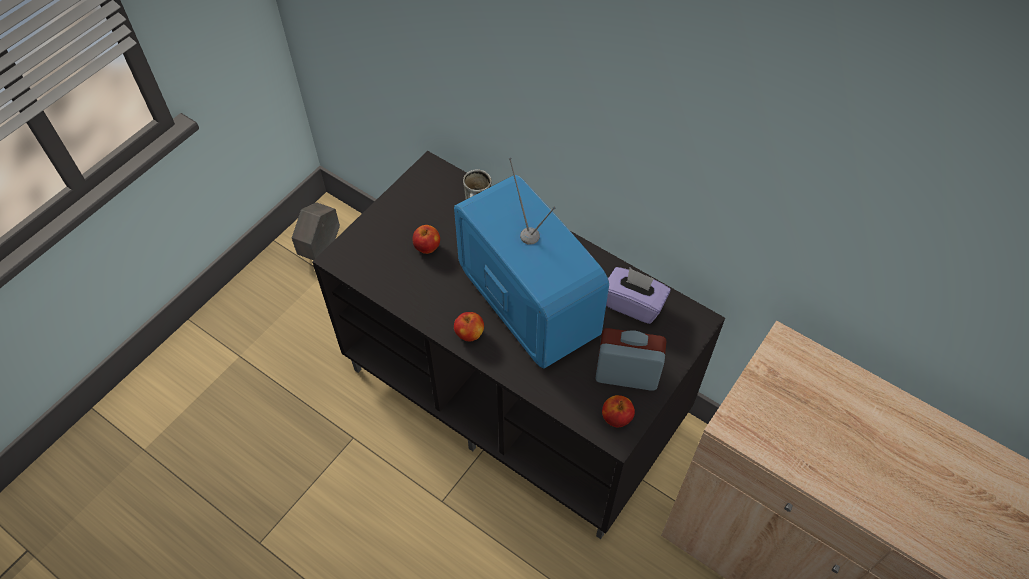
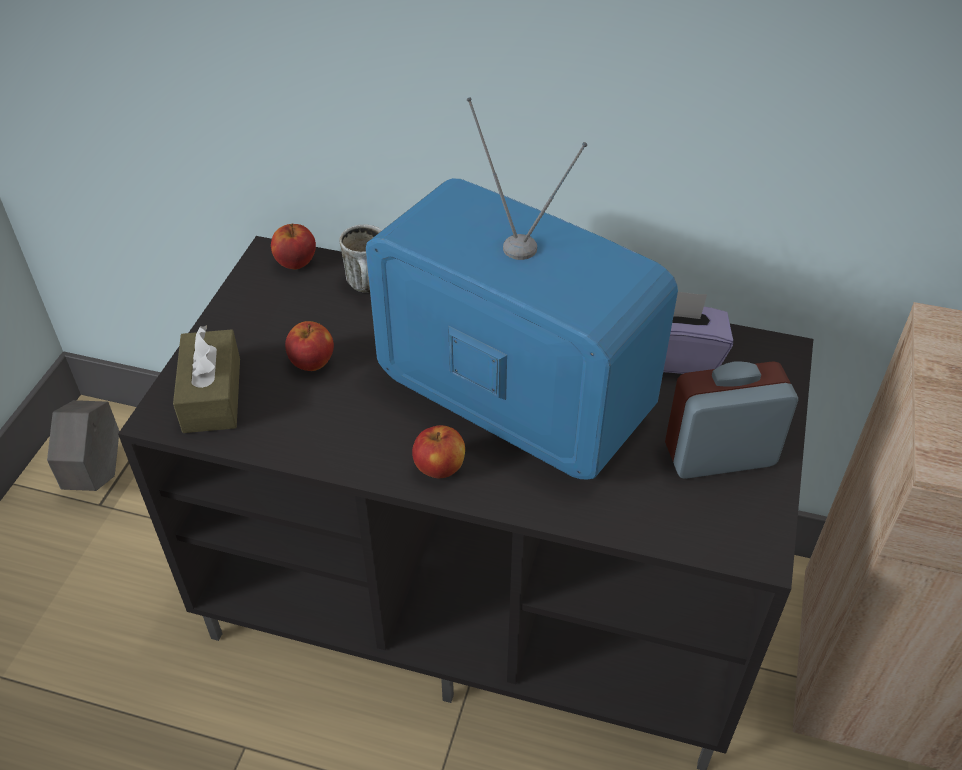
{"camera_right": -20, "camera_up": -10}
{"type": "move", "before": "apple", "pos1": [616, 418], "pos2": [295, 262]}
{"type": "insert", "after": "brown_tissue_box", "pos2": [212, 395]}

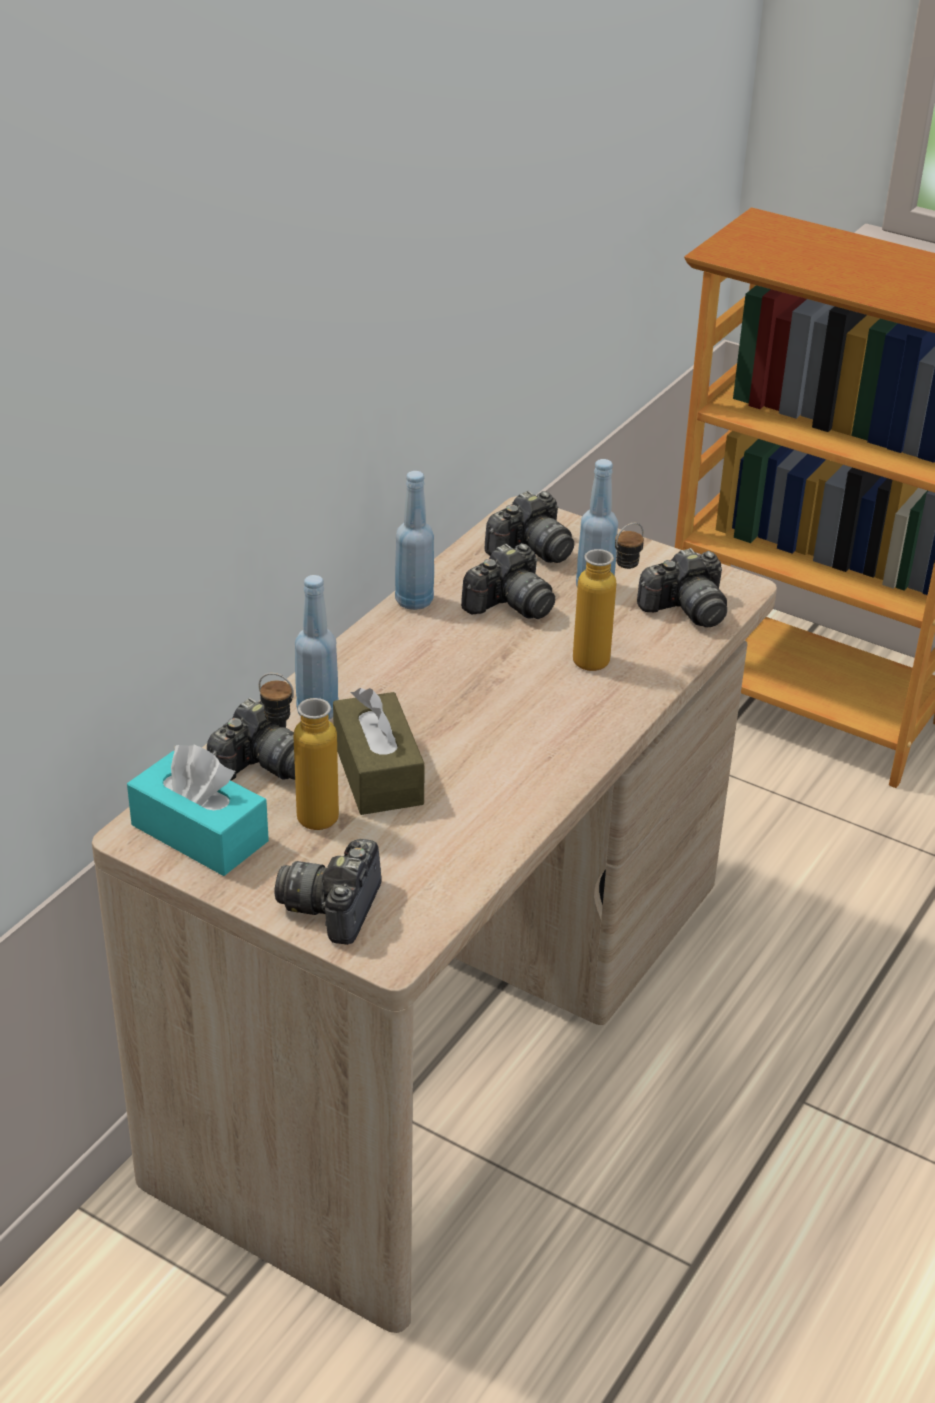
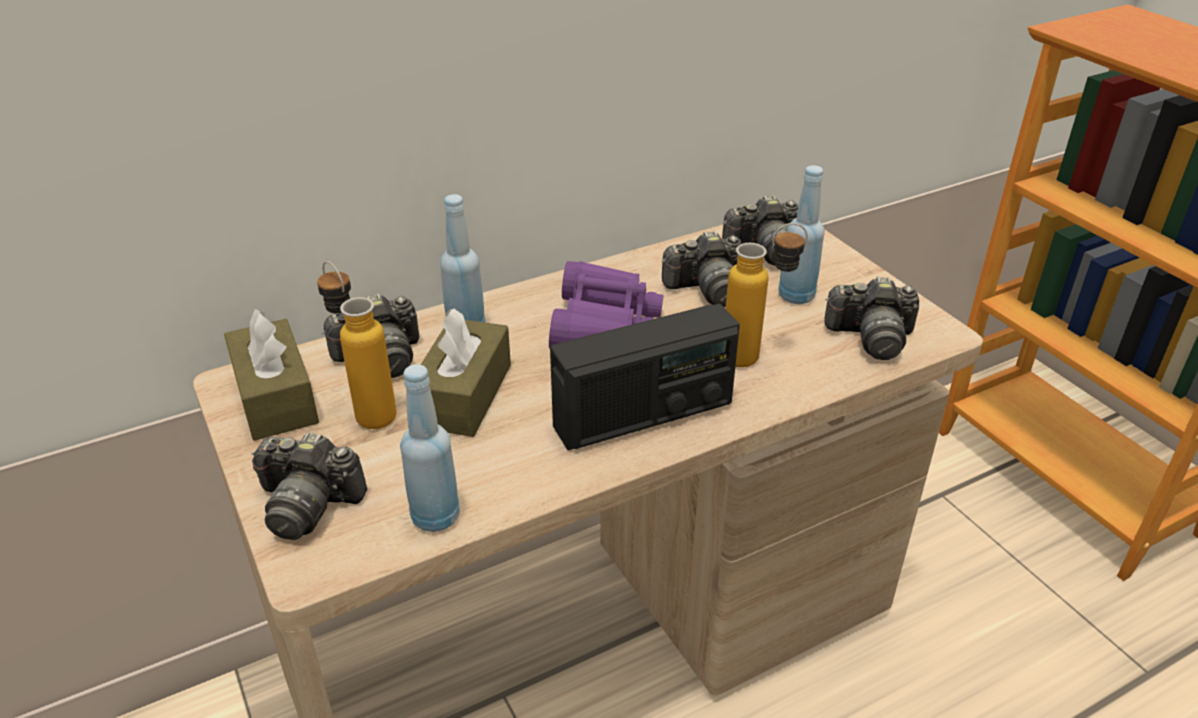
{"camera_right": 30, "camera_up": 0}
{"type": "move", "before": "blue_bottle", "pos1": [414, 601], "pos2": [436, 517]}
{"type": "recolor", "before": "turquoise_tissue_box", "after": "brown_tissue_box", "pos1": [199, 833], "pos2": [275, 397]}
{"type": "rotate", "before": "photo_camera", "pos1": [334, 907], "pos2": [308, 504], "turn": -120}
{"type": "insert", "after": "purple_binoculars", "pos2": [605, 326]}
{"type": "insert", "after": "radio", "pos2": [644, 415]}

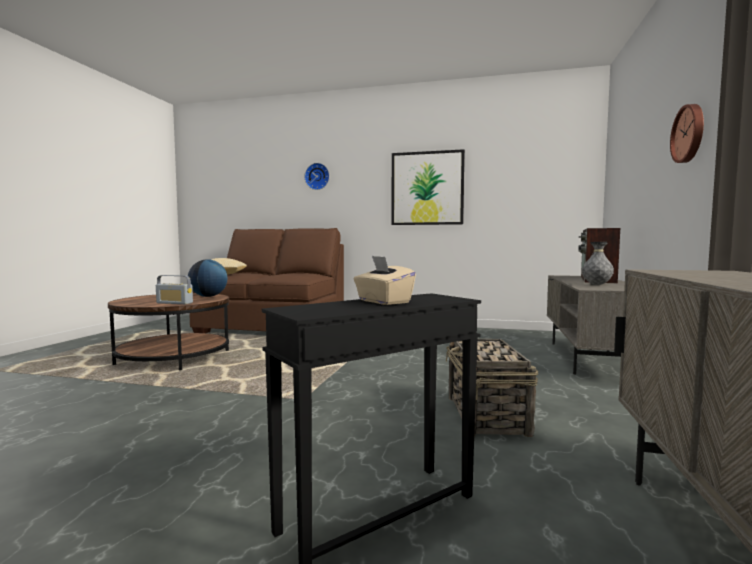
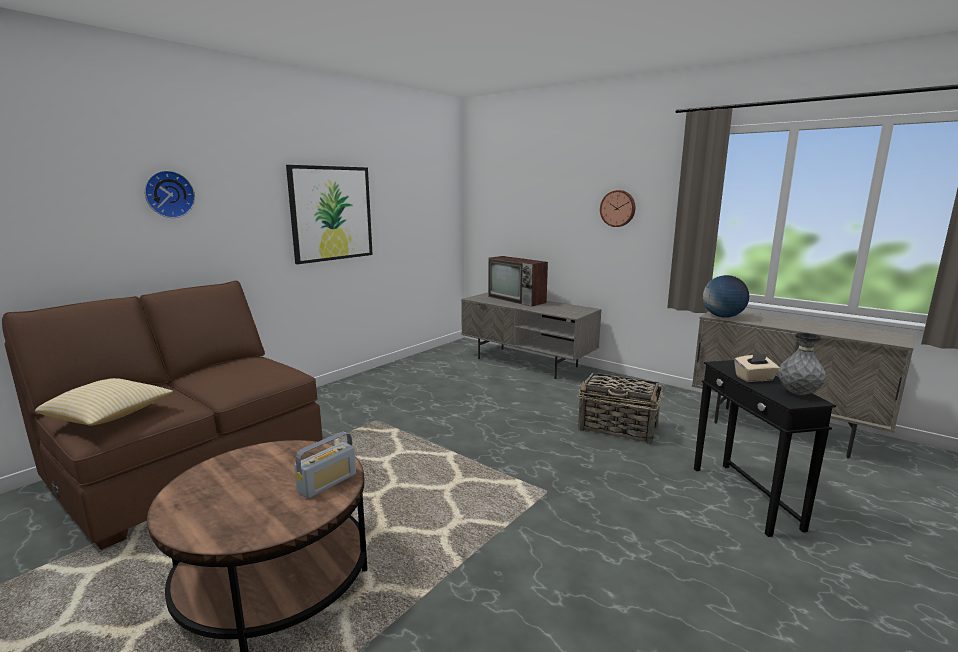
{"camera_right": -65, "camera_up": 10}
{"type": "move", "before": "grey_vase", "pos1": [597, 285], "pos2": [798, 393]}
{"type": "move", "before": "globe", "pos1": [208, 296], "pos2": [723, 316]}

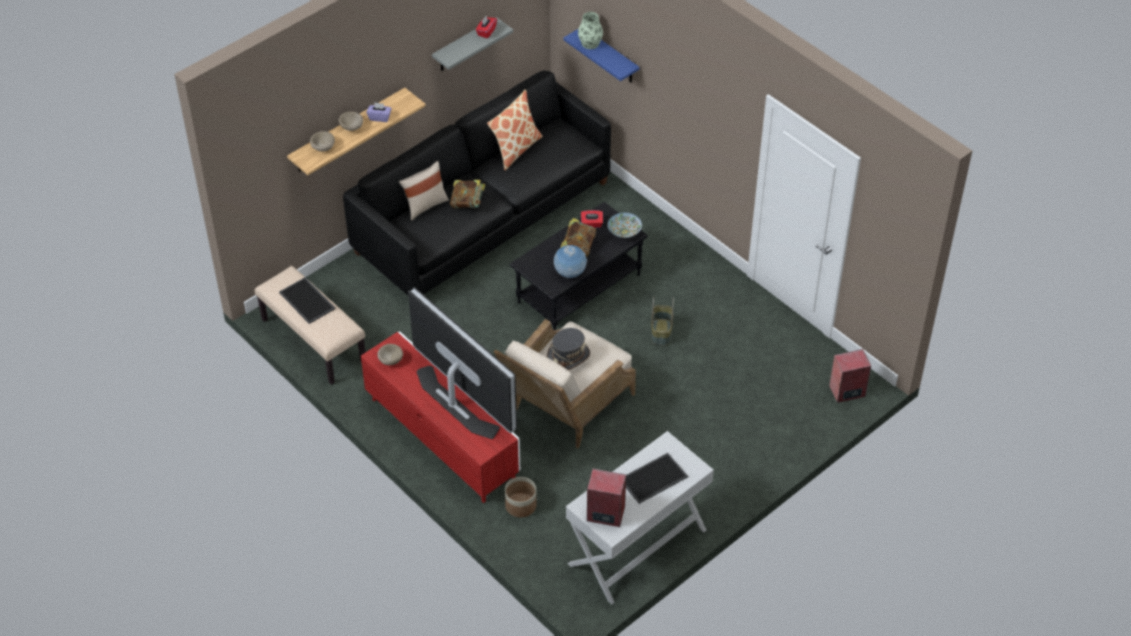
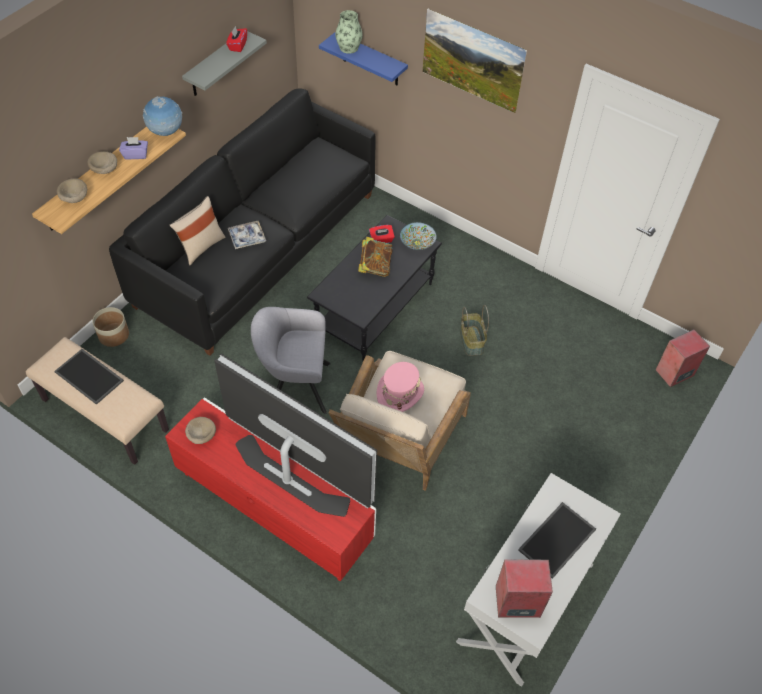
{"camera_right": -15, "camera_up": 5}
{"type": "delete", "before": "pillow", "pos1": [515, 149]}
{"type": "replace", "before": "book", "after": "tray", "pos1": [468, 203], "pos2": [247, 238]}
{"type": "move", "before": "globe", "pos1": [570, 273], "pos2": [166, 133]}
{"type": "recolor", "before": "grey_hat", "after": "pink_hat", "pos1": [568, 357], "pos2": [400, 393]}
{"type": "move", "before": "planter", "pos1": [520, 505], "pos2": [114, 335]}
{"type": "insert", "after": "picture", "pos2": [470, 77]}
{"type": "insert", "after": "grey_armchair", "pos2": [295, 386]}

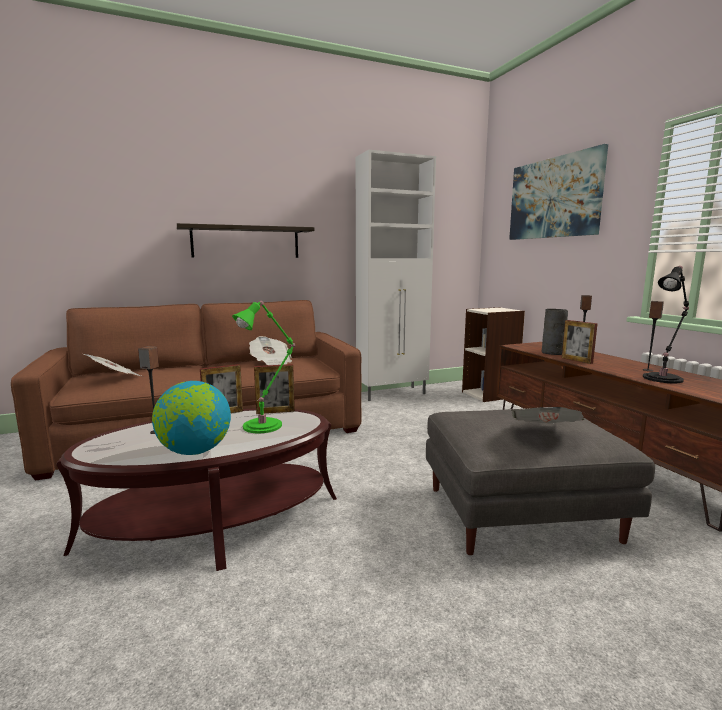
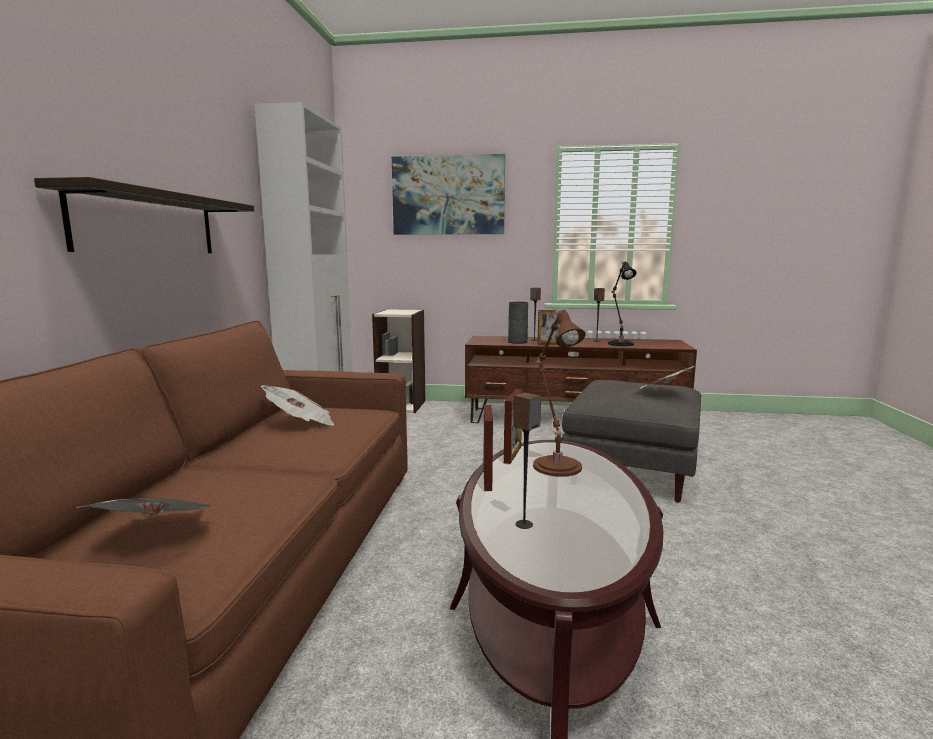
{"camera_right": -60, "camera_up": 0}
{"type": "recolor", "before": "green_table_lamp", "after": "brown_table_lamp", "pos1": [265, 425], "pos2": [555, 465]}
{"type": "delete", "before": "globe", "pos1": [194, 451]}

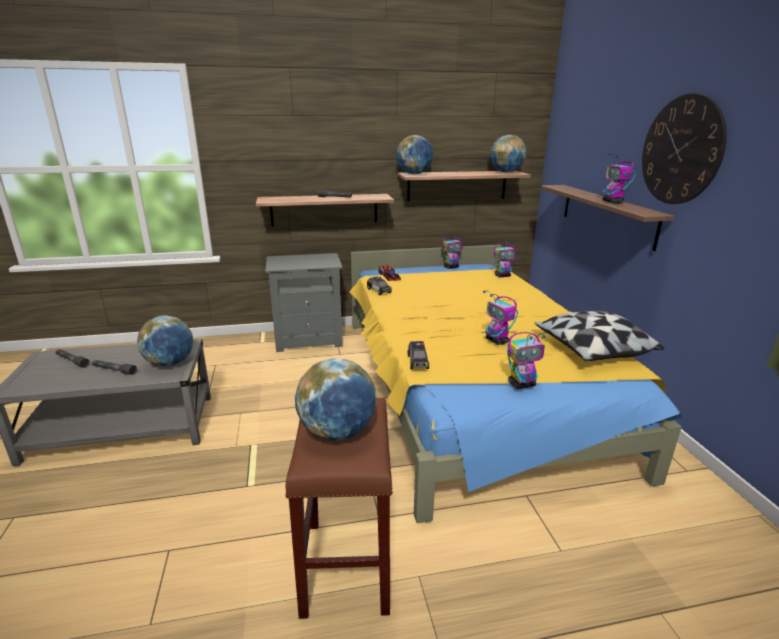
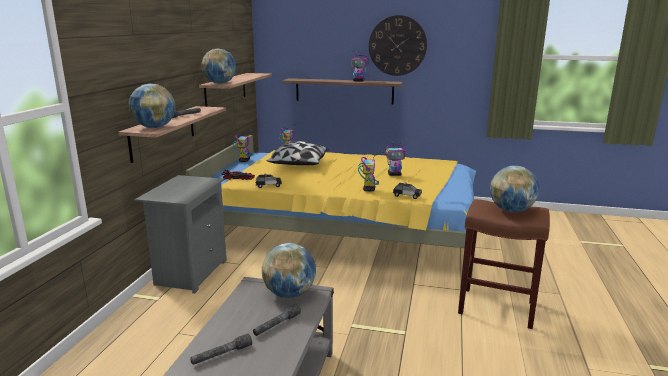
{"camera_right": -65, "camera_up": -5}
{"type": "move", "before": "globe", "pos1": [506, 172], "pos2": [154, 127]}
{"type": "move", "before": "pillow", "pos1": [592, 350], "pos2": [298, 164]}
{"type": "move", "before": "toy_robot", "pos1": [522, 384], "pos2": [369, 189]}

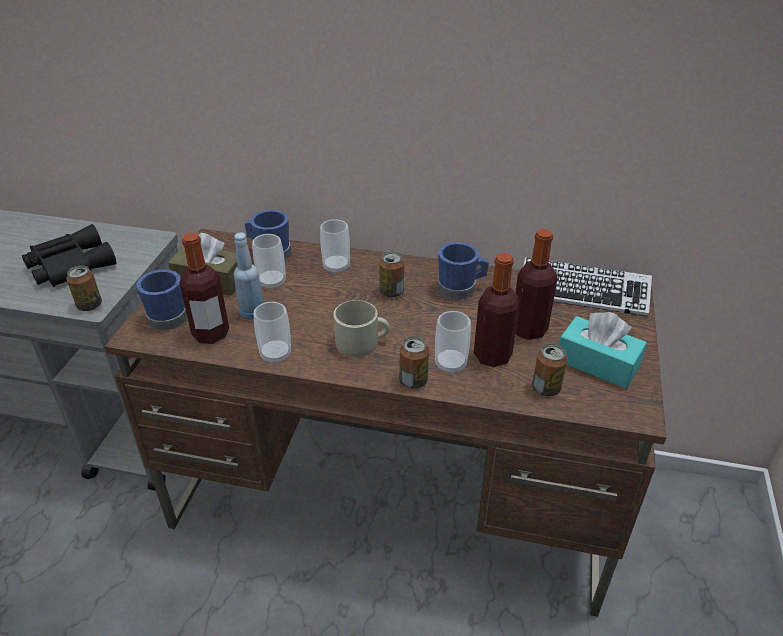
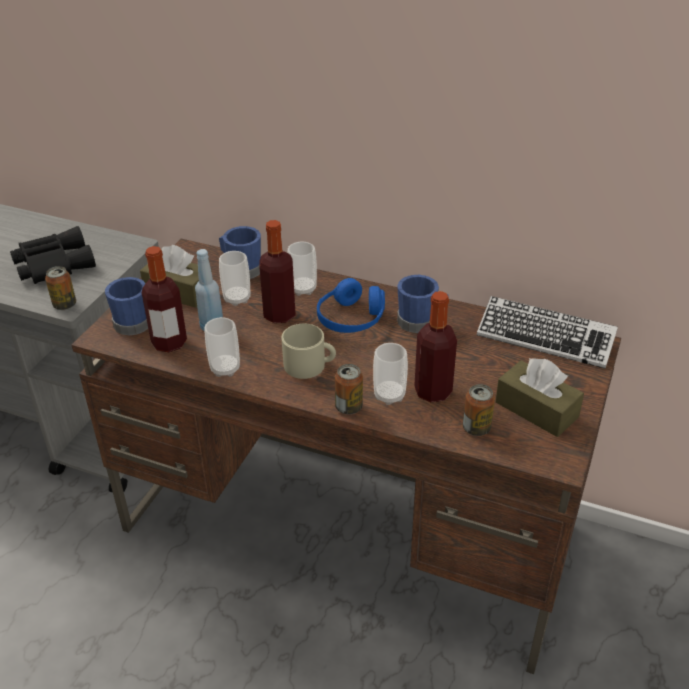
{"camera_right": 10, "camera_up": 0}
{"type": "move", "before": "bottle", "pos1": [529, 329], "pos2": [279, 315]}
{"type": "replace", "before": "can", "after": "blue_headphones", "pos1": [391, 292], "pos2": [351, 319]}
{"type": "recolor", "before": "turquoise_tissue_box", "after": "brown_tissue_box", "pos1": [597, 363], "pos2": [536, 409]}

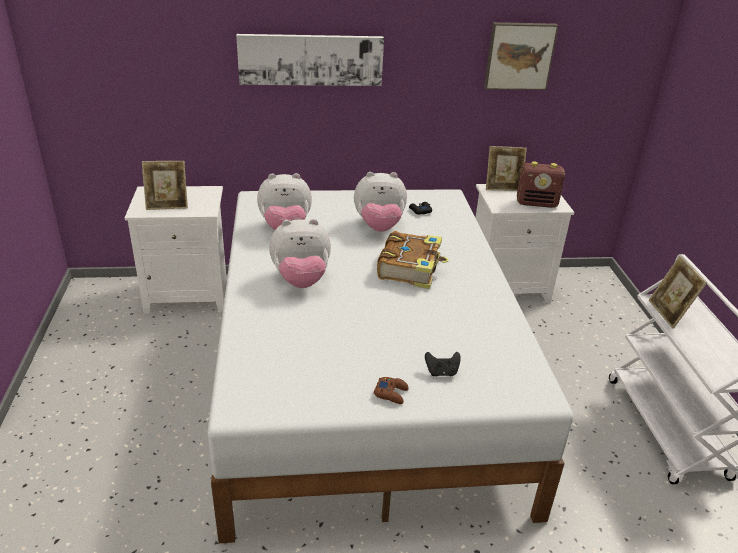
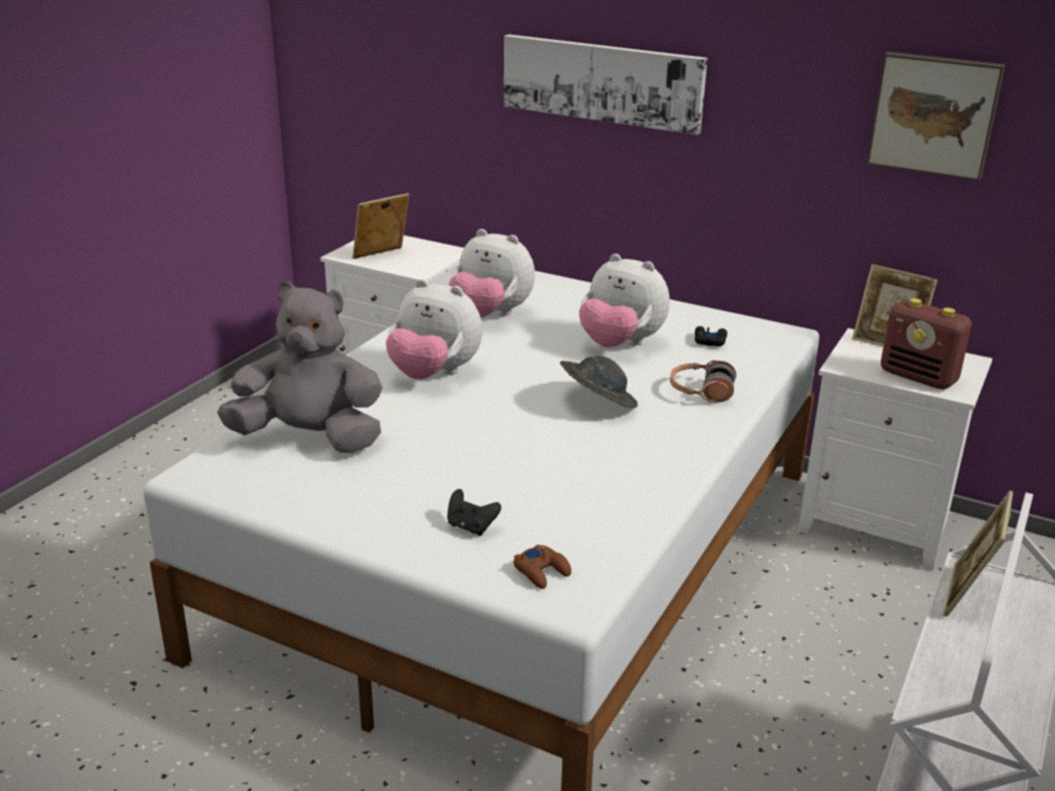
{"camera_right": 35, "camera_up": -5}
{"type": "rotate", "before": "picture_frame", "pos1": [167, 206], "pos2": [381, 256], "turn": 120}
{"type": "replace", "before": "book", "after": "grey_hat", "pos1": [410, 268], "pos2": [597, 402]}
{"type": "move", "before": "brown_game_controller", "pos1": [391, 393], "pos2": [542, 571]}
{"type": "insert", "after": "grey_plush_toy", "pos2": [310, 438]}
{"type": "insert", "after": "headphones", "pos2": [701, 392]}

